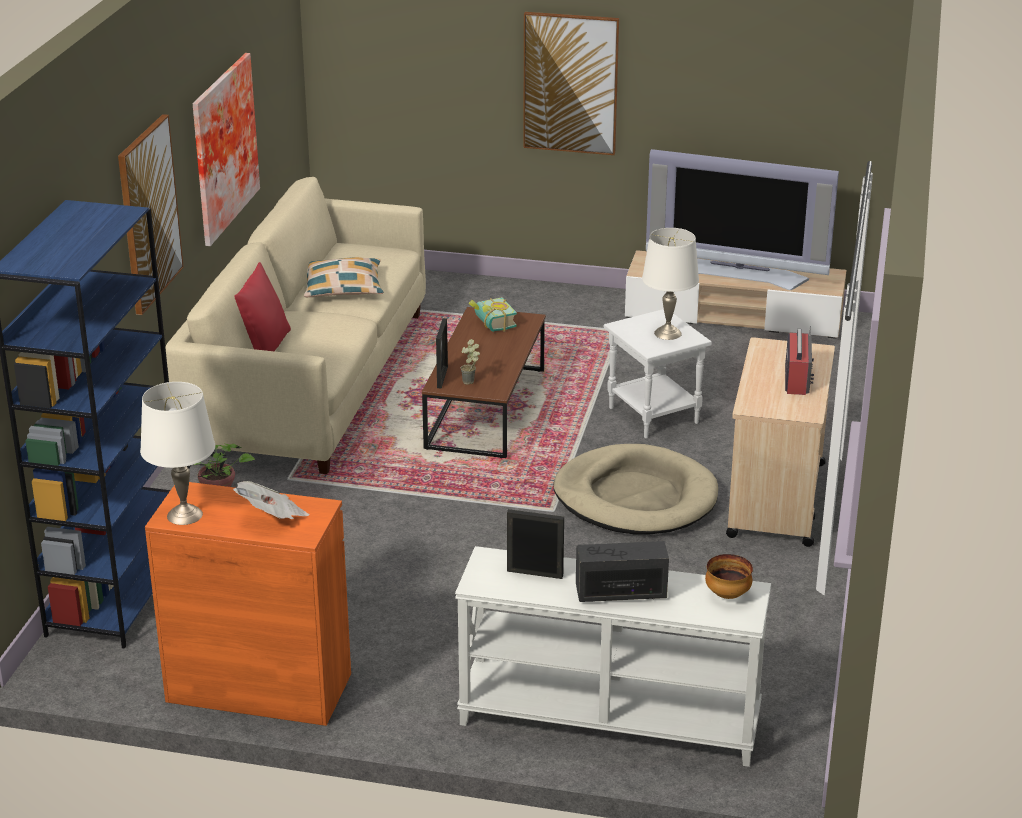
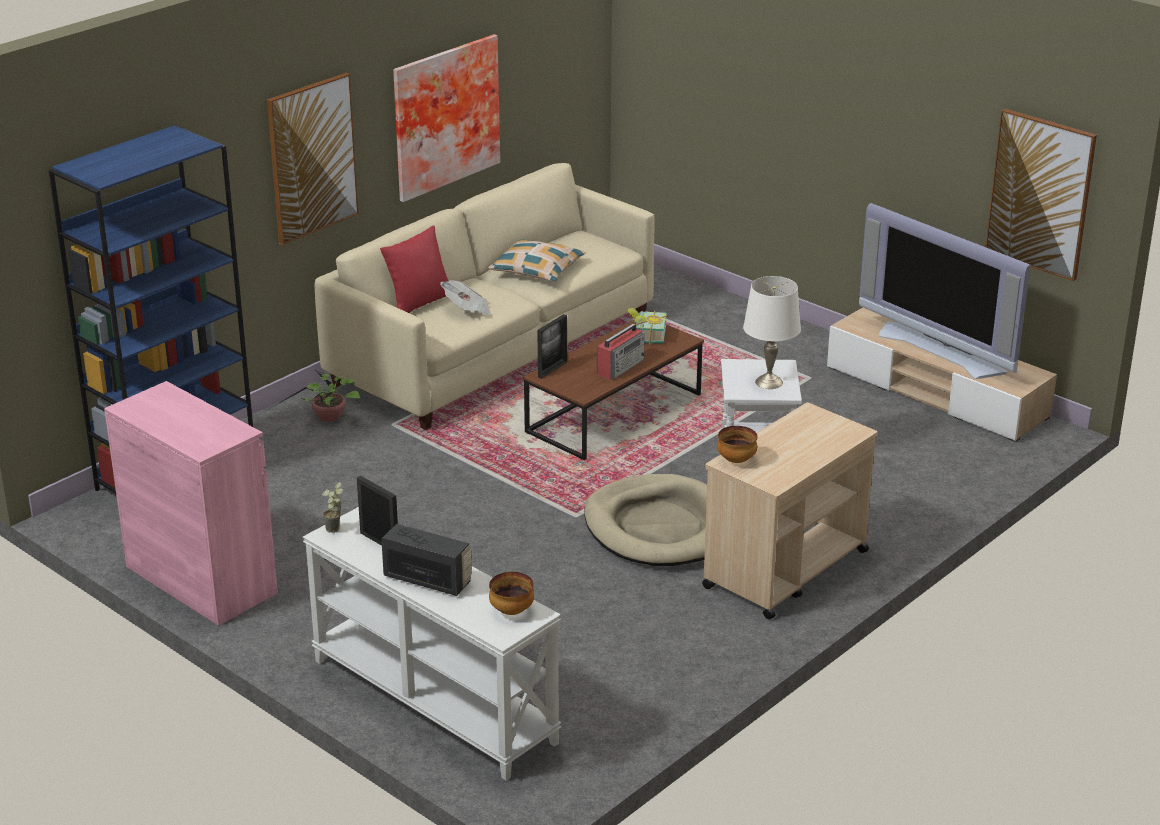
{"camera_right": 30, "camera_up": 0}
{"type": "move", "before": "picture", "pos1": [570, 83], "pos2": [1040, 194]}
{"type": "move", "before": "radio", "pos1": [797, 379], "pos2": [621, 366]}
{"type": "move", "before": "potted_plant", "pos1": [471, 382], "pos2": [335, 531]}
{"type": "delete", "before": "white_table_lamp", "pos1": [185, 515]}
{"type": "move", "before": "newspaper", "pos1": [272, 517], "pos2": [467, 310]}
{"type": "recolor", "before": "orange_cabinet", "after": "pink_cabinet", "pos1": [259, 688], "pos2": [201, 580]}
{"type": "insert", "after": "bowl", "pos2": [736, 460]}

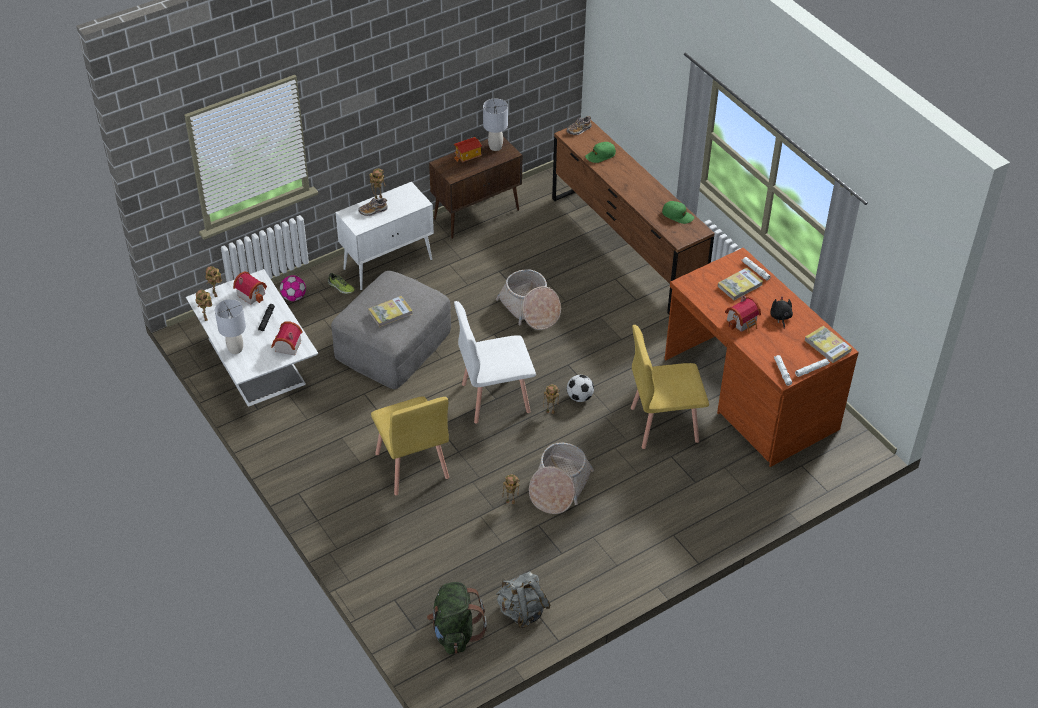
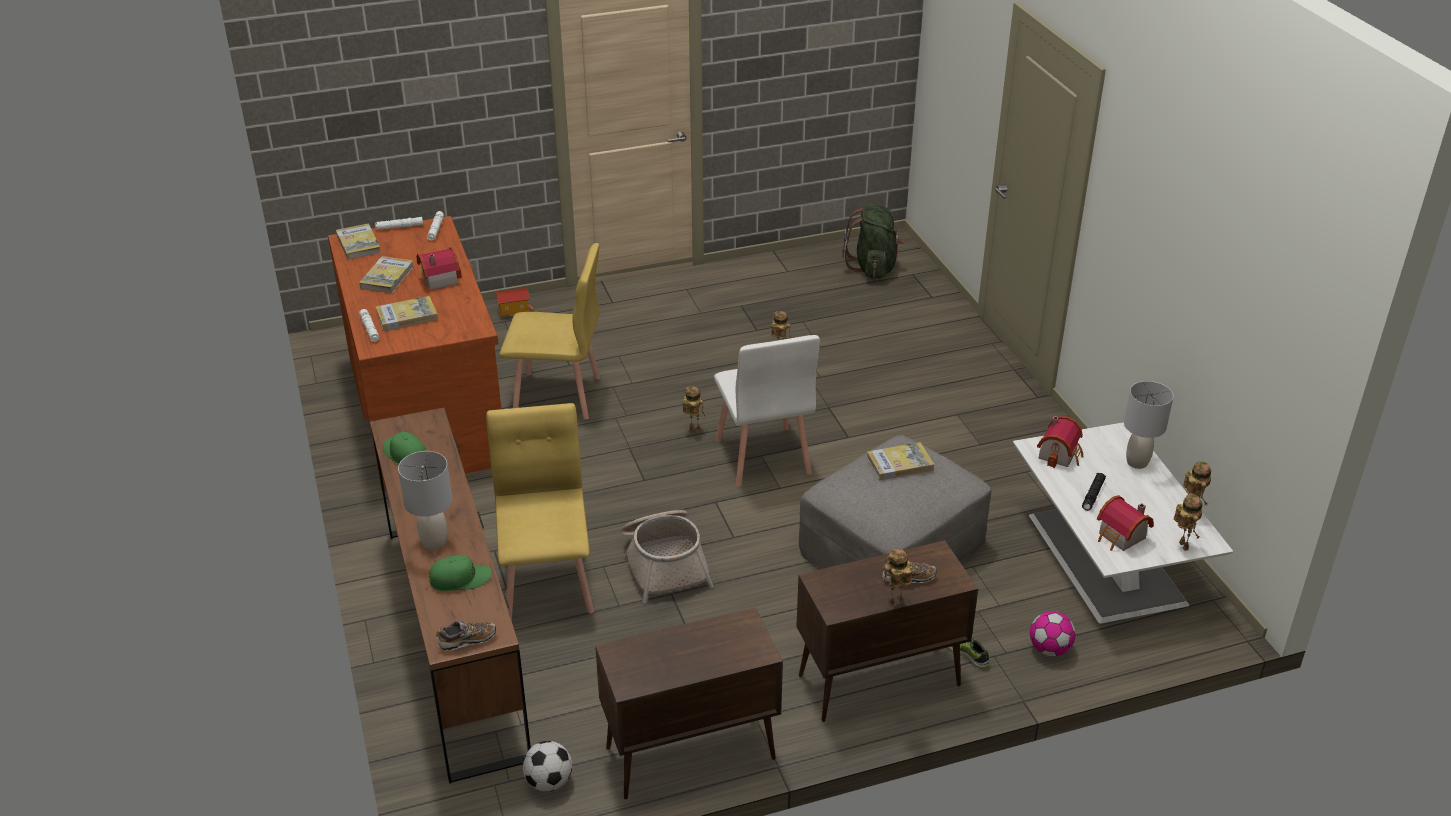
{"camera_right": -165, "camera_up": -10}
{"type": "move", "before": "grey_table_lamp", "pos1": [495, 147], "pos2": [434, 542]}
{"type": "move", "before": "toy_house", "pos1": [468, 156], "pos2": [514, 311]}
{"type": "recolor", "before": "white_cabinet", "after": "brown_cabinet", "pos1": [388, 264], "pos2": [877, 681]}
{"type": "replace", "before": "black_plush_toy", "after": "book", "pos1": [780, 317], "pos2": [387, 277]}
{"type": "rotate", "before": "white_chair", "pos1": [494, 397], "pos2": [762, 457], "turn": 75}
{"type": "move", "before": "football", "pos1": [579, 397], "pos2": [549, 782]}
{"type": "move", "before": "yellow_chair", "pos1": [411, 466], "pos2": [548, 585]}
{"type": "delete", "before": "basket", "pos1": [558, 487]}
{"type": "delete", "before": "grey_backpack", "pos1": [522, 611]}

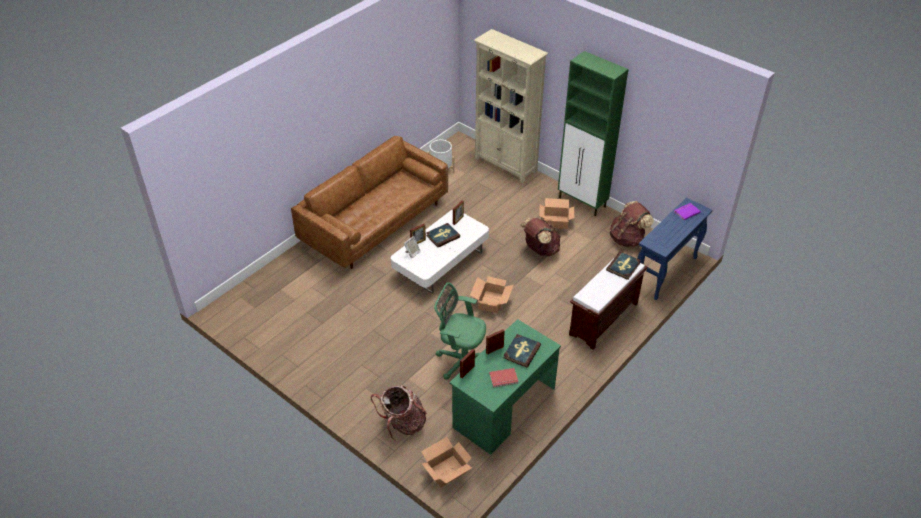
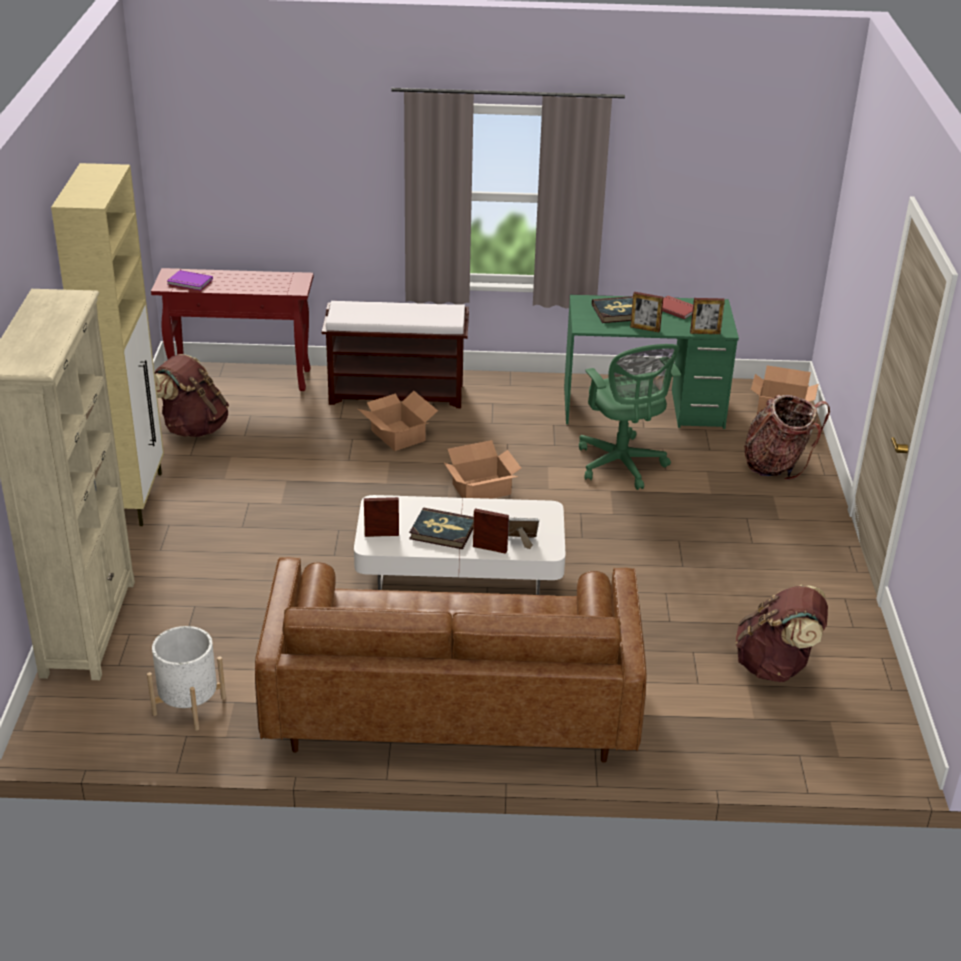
{"camera_right": -130, "camera_up": -10}
{"type": "recolor", "before": "green_cabinet", "after": "beige_cabinet", "pos1": [582, 202], "pos2": [133, 497]}
{"type": "move", "before": "cardboard_box", "pos1": [556, 222], "pos2": [398, 435]}
{"type": "recolor", "before": "blue_console_table", "after": "red_console_table", "pos1": [665, 273], "pos2": [242, 378]}
{"type": "move", "before": "brown_backpack", "pos1": [540, 250], "pos2": [776, 666]}
{"type": "delete", "before": "book", "pos1": [623, 266]}

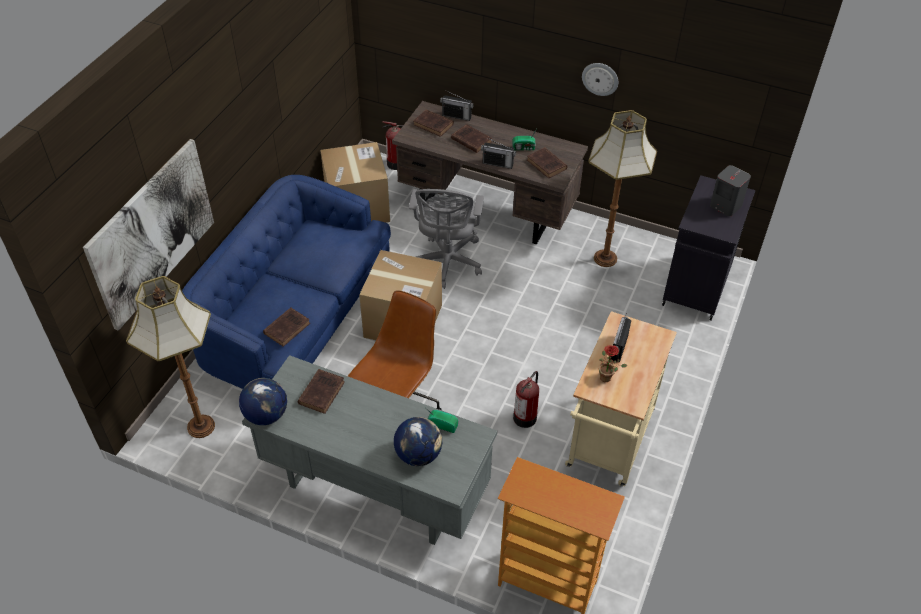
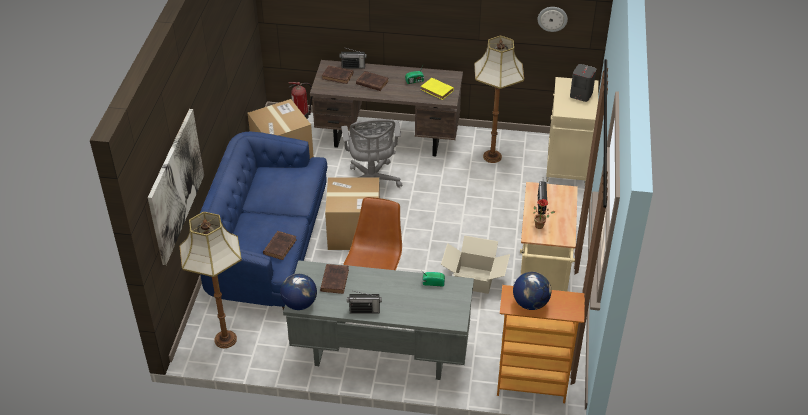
{"camera_right": -15, "camera_up": -5}
{"type": "move", "before": "wall_clock", "pos1": [600, 78], "pos2": [552, 18]}
{"type": "move", "before": "radio", "pos1": [498, 163], "pos2": [364, 310]}
{"type": "recolor", "before": "brown_book", "after": "yellow_book", "pos1": [547, 165], "pos2": [437, 90]}
{"type": "recolor", "before": "black_cabinet", "after": "beige_cabinet", "pos1": [695, 288], "pos2": [567, 165]}
{"type": "replace", "before": "fire_extinguisher", "after": "cardboard_box", "pos1": [525, 416], "pos2": [474, 279]}
{"type": "move", "before": "globe", "pos1": [418, 454], "pos2": [530, 303]}

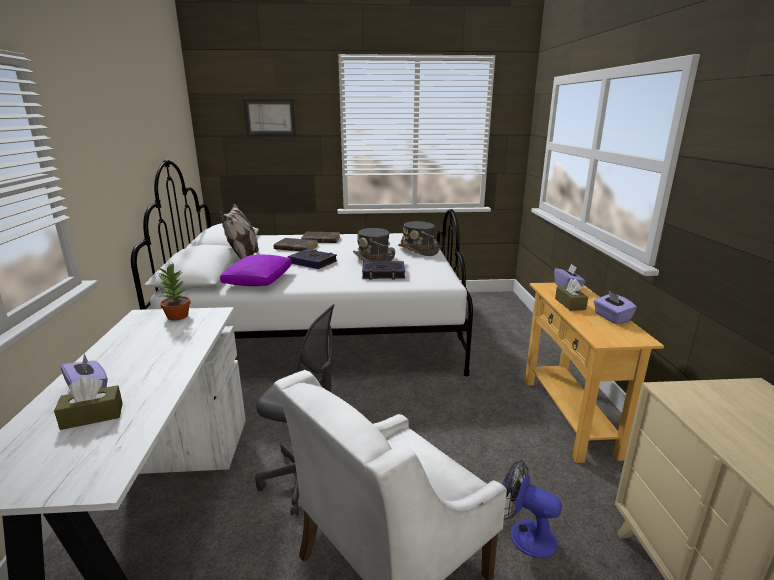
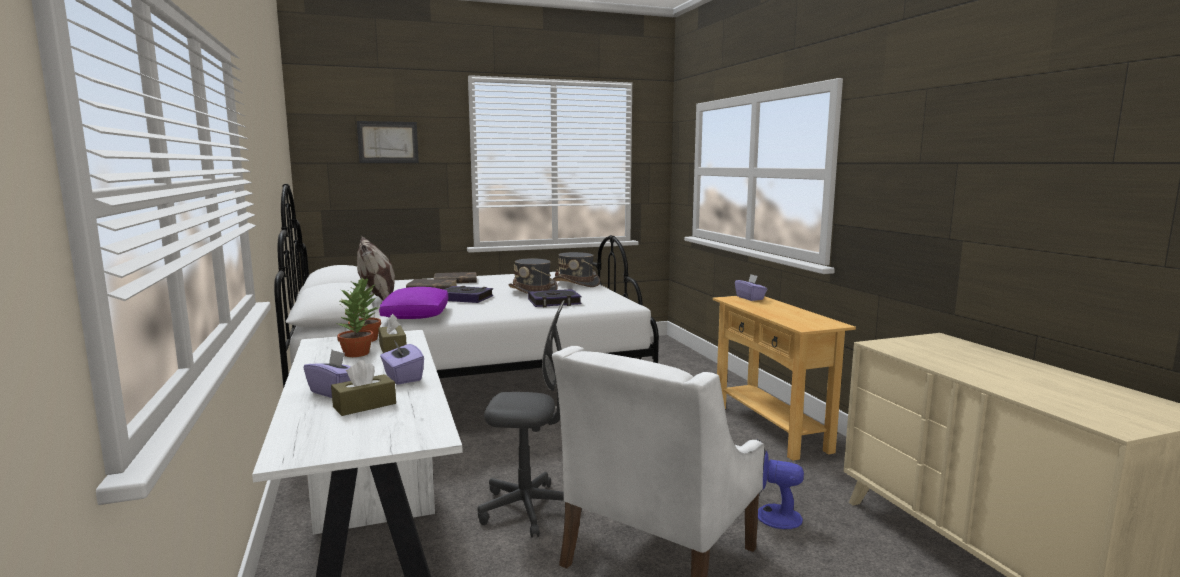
{"camera_right": -15, "camera_up": -10}
{"type": "move", "before": "brown_tissue_box", "pos1": [570, 304], "pos2": [392, 348]}
{"type": "move", "before": "purple_tissue_box", "pos1": [611, 318], "pos2": [402, 377]}
{"type": "insert", "after": "potted_plant", "pos2": [357, 353]}

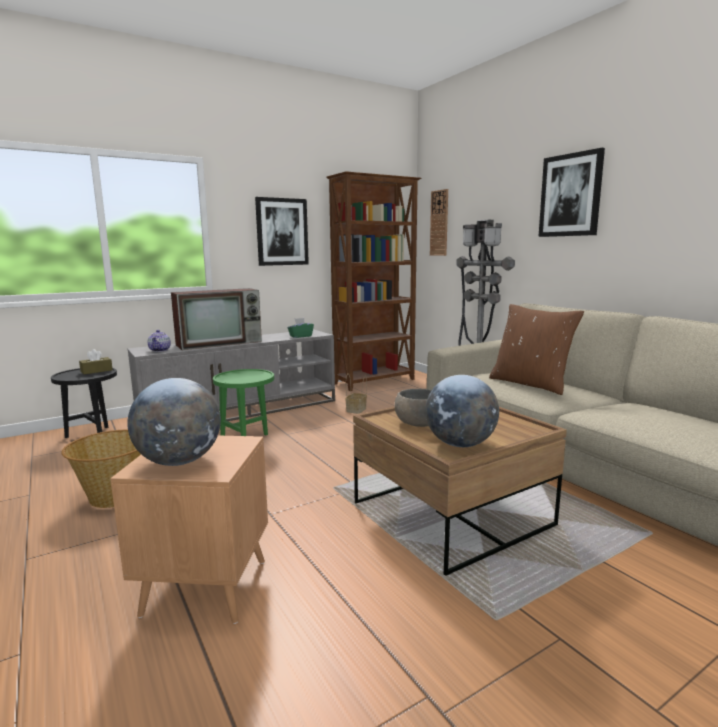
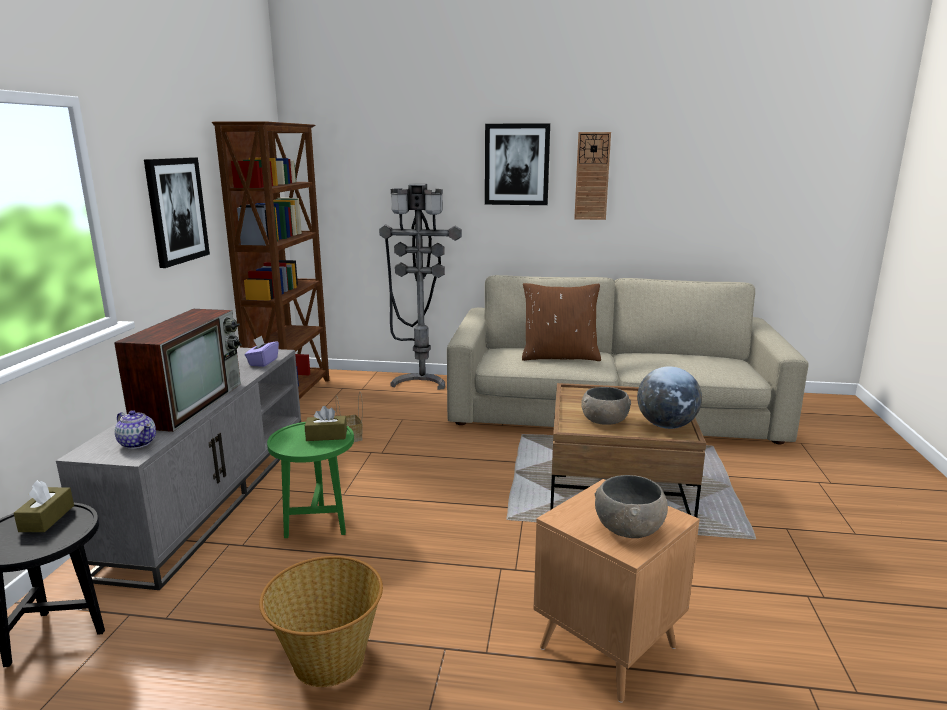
{"camera_right": -50, "camera_up": 5}
{"type": "move", "before": "wall_clock", "pos1": [439, 223], "pos2": [592, 176]}
{"type": "recolor", "before": "green_tissue_box", "after": "purple_tissue_box", "pos1": [300, 336], "pos2": [263, 362]}
{"type": "replace", "before": "globe", "after": "grey_bowl", "pos1": [179, 462], "pos2": [629, 528]}
{"type": "insert", "after": "brown_tissue_box", "pos2": [326, 436]}

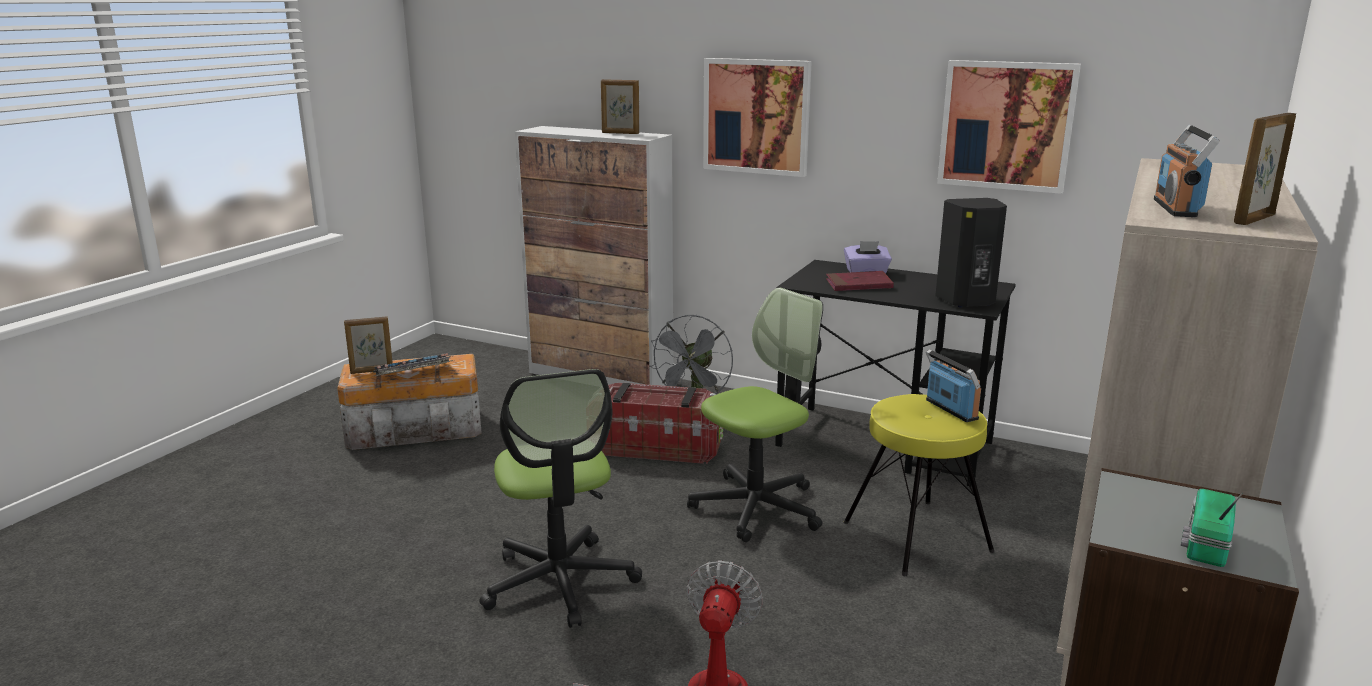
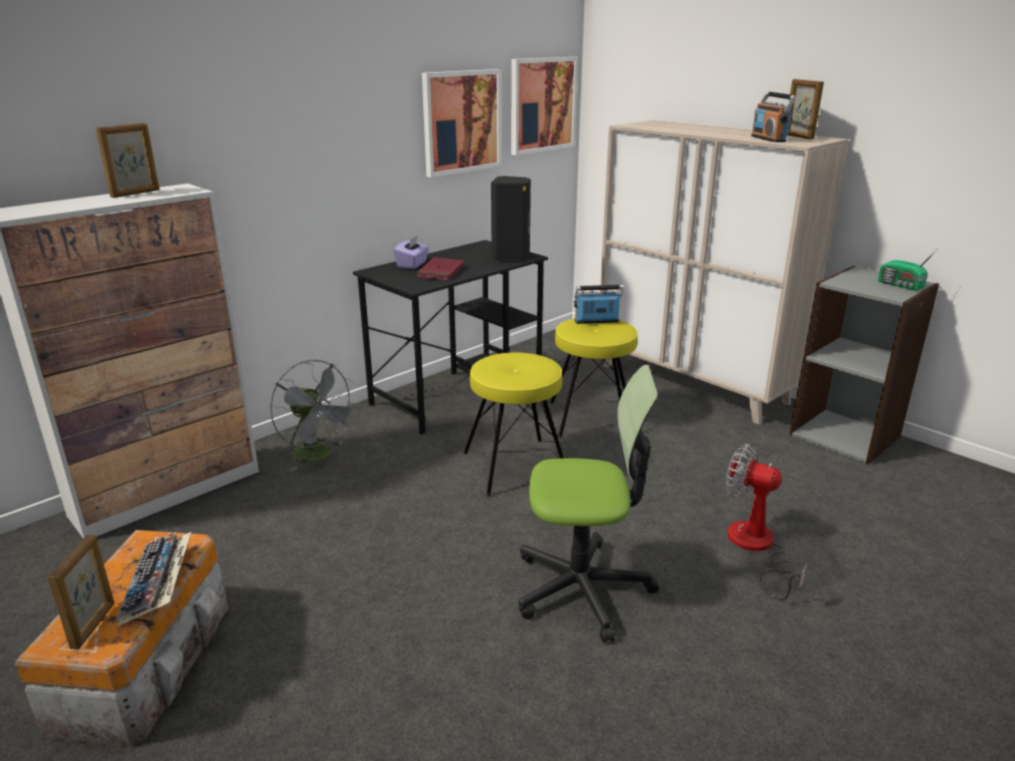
{"camera_right": -70, "camera_up": 5}
{"type": "move", "before": "picture", "pos1": [756, 116], "pos2": [542, 105]}
{"type": "rotate", "before": "radio", "pos1": [1176, 208], "pos2": [768, 139], "turn": 45}
{"type": "replace", "before": "office_chair", "after": "yellow_stool", "pos1": [757, 507], "pos2": [516, 466]}
{"type": "delete", "before": "storage_box", "pos1": [656, 447]}

